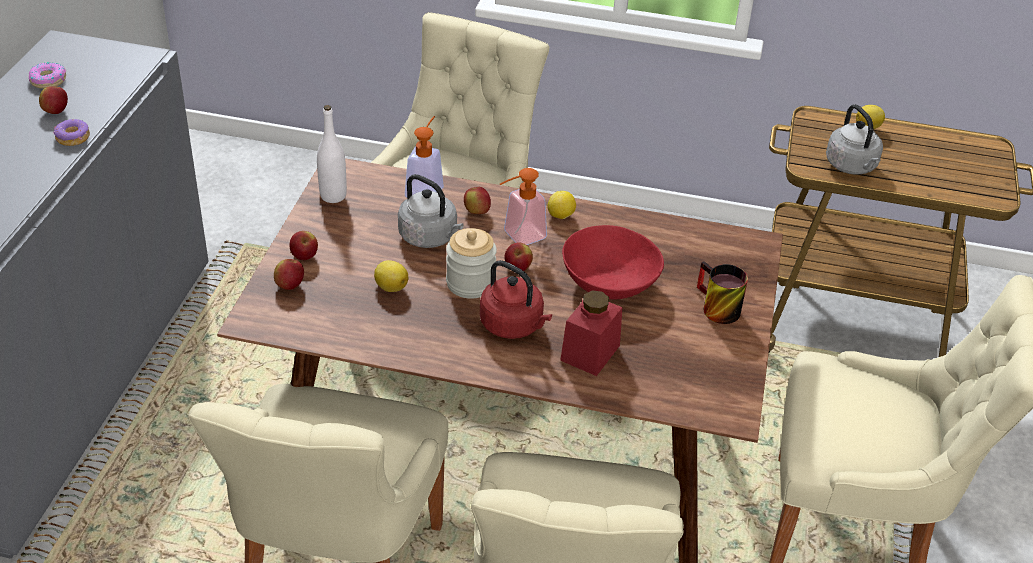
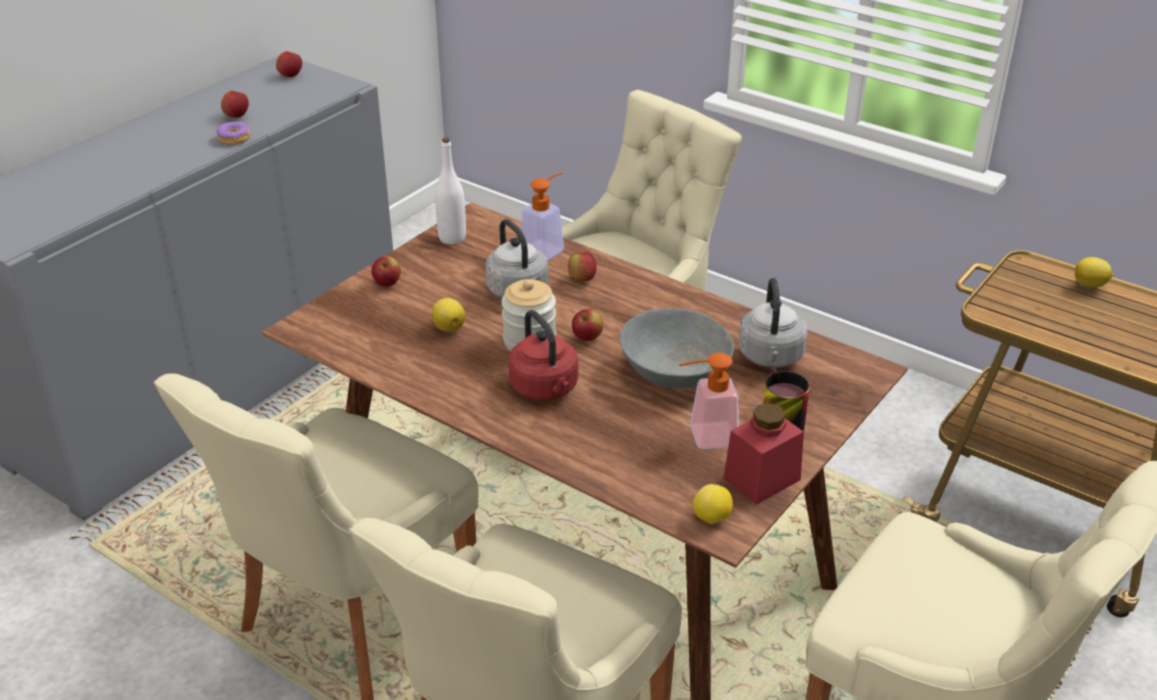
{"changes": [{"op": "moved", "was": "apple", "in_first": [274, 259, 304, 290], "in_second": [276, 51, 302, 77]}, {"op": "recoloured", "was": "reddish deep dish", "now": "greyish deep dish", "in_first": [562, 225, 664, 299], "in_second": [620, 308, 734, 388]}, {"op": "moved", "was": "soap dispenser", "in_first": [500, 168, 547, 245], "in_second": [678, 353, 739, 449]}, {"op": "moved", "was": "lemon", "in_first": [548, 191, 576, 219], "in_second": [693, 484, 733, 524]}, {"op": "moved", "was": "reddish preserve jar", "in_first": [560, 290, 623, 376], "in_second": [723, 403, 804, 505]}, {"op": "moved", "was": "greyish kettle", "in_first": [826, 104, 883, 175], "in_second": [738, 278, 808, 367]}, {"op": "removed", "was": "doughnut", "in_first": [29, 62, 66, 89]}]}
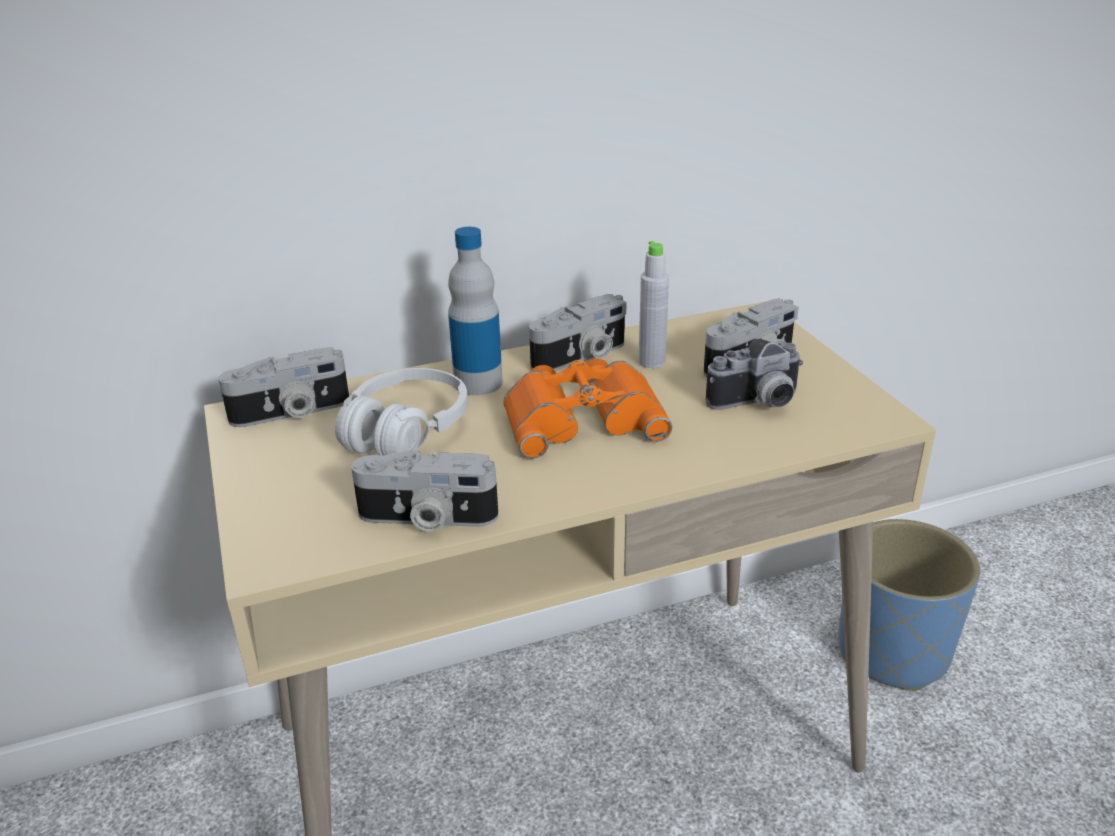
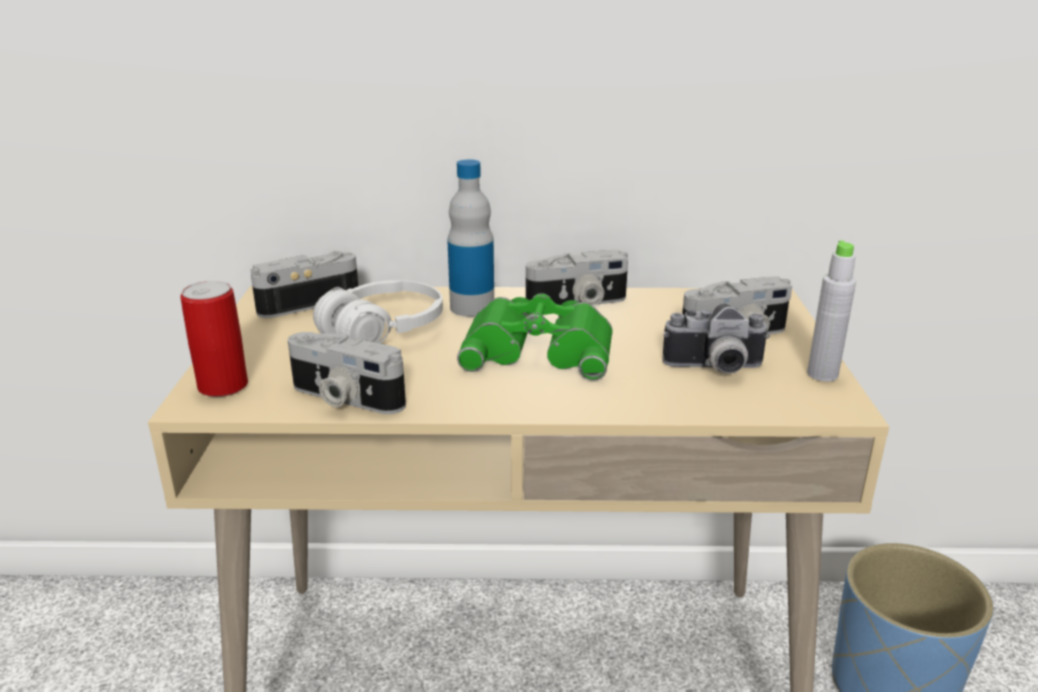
{"changes": [{"op": "added", "now": "can", "in_second": [180, 280, 248, 397]}, {"op": "turned", "was": "photo camera", "in_first": [218, 347, 349, 427], "in_second": [250, 251, 358, 318], "clockwise": 150}, {"op": "recoloured", "was": "orangey binoculars", "now": "greenish binoculars", "in_first": [503, 359, 672, 459], "in_second": [457, 293, 613, 380]}, {"op": "moved", "was": "greyish bottle", "in_first": [639, 241, 669, 368], "in_second": [807, 240, 856, 382]}]}
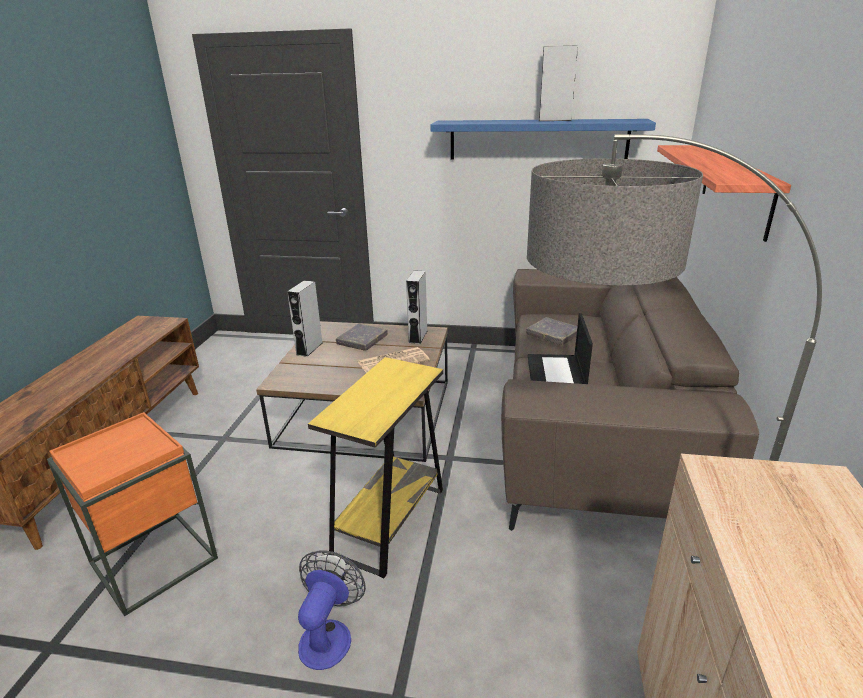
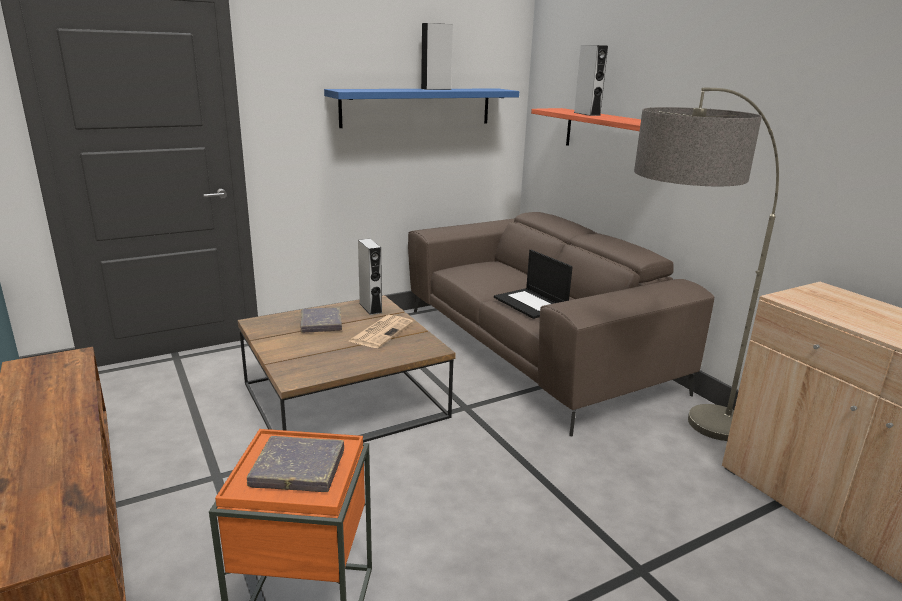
{"changes": [{"op": "moved", "was": "greyish bound book", "in_first": [526, 317, 577, 345], "in_second": [247, 436, 344, 492]}, {"op": "moved", "was": "greyish audio speaker", "in_first": [287, 280, 322, 357], "in_second": [574, 45, 608, 116]}, {"op": "removed", "was": "fan", "in_first": [298, 550, 366, 670]}, {"op": "removed", "was": "yellowish accent table", "in_first": [308, 357, 443, 578]}]}
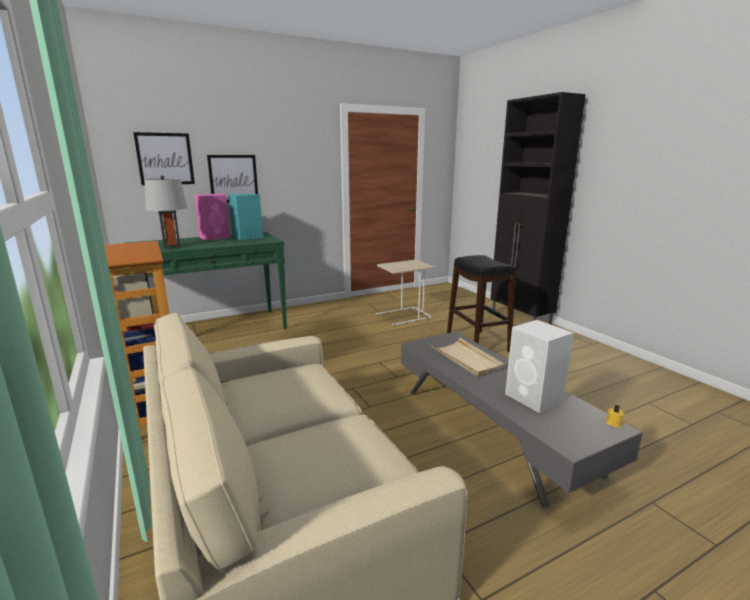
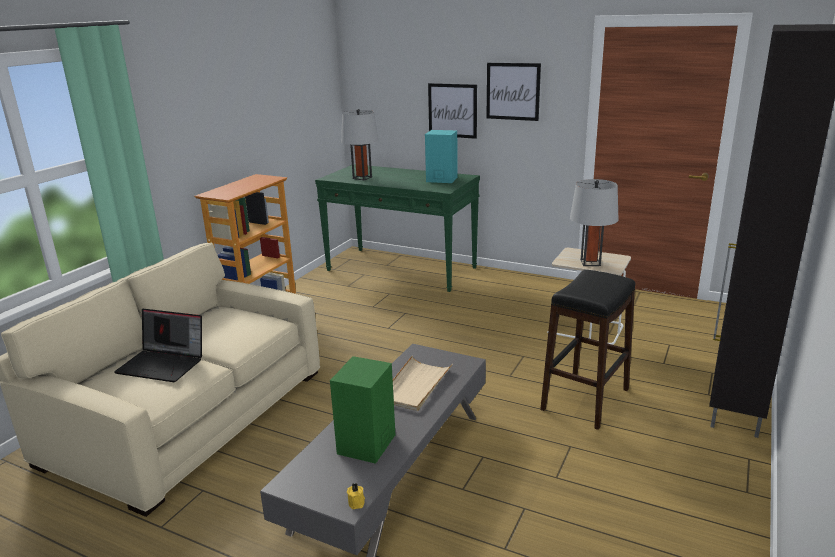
{"changes": [{"op": "added", "now": "notebook computer", "in_second": [114, 309, 202, 382]}, {"op": "recoloured", "was": "white audio speaker", "now": "greenish audio speaker", "in_first": [505, 320, 574, 413], "in_second": [330, 356, 395, 464]}, {"op": "moved", "was": "wall picture", "in_first": [133, 132, 195, 185], "in_second": [486, 63, 541, 121]}, {"op": "added", "now": "greyish table lamp", "in_second": [570, 179, 619, 266]}, {"op": "removed", "was": "pinkish audio speaker", "in_first": [194, 194, 231, 241]}]}
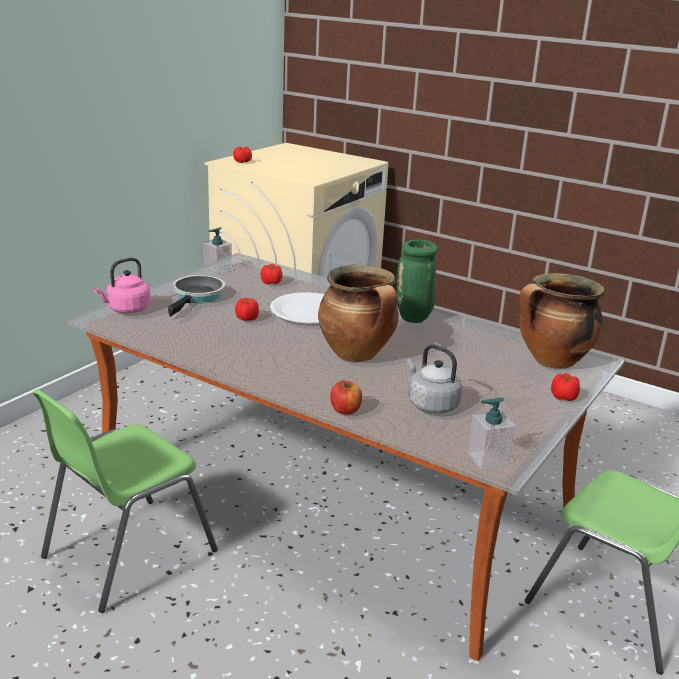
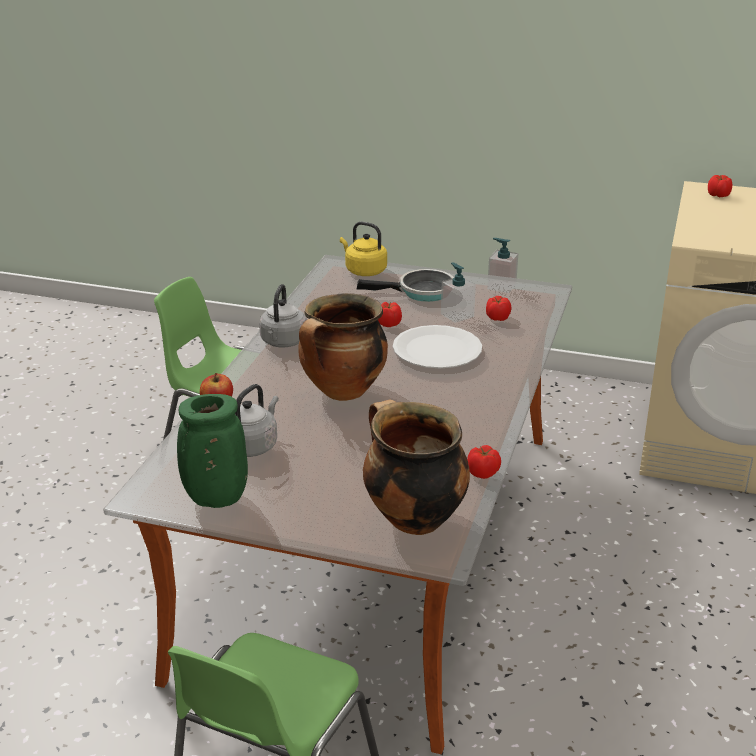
{"changes": [{"op": "moved", "was": "greenish decorative vase", "in_first": [397, 239, 438, 323], "in_second": [177, 394, 248, 508]}, {"op": "added", "now": "greyish kettle", "in_second": [259, 284, 307, 347]}, {"op": "recoloured", "was": "pinkish kettle", "now": "yellowish kettle", "in_first": [94, 257, 151, 313], "in_second": [340, 221, 387, 276]}, {"op": "moved", "was": "soap dispenser", "in_first": [468, 397, 515, 469], "in_second": [441, 262, 476, 323]}, {"op": "moved", "was": "fresh tomato", "in_first": [551, 373, 580, 401], "in_second": [467, 445, 501, 479]}]}
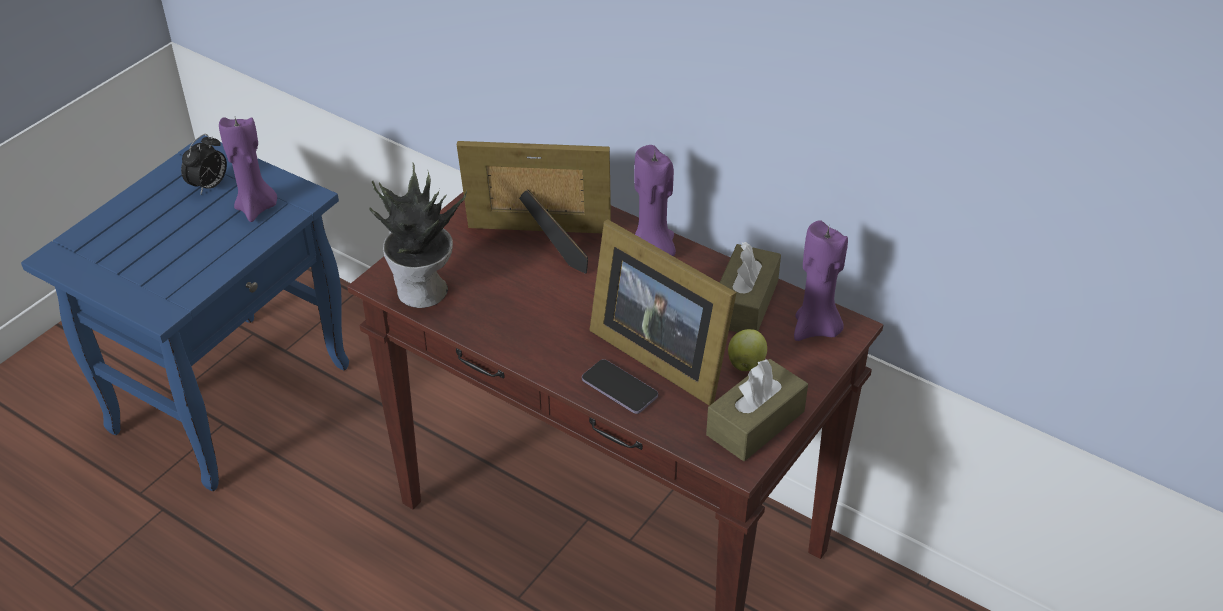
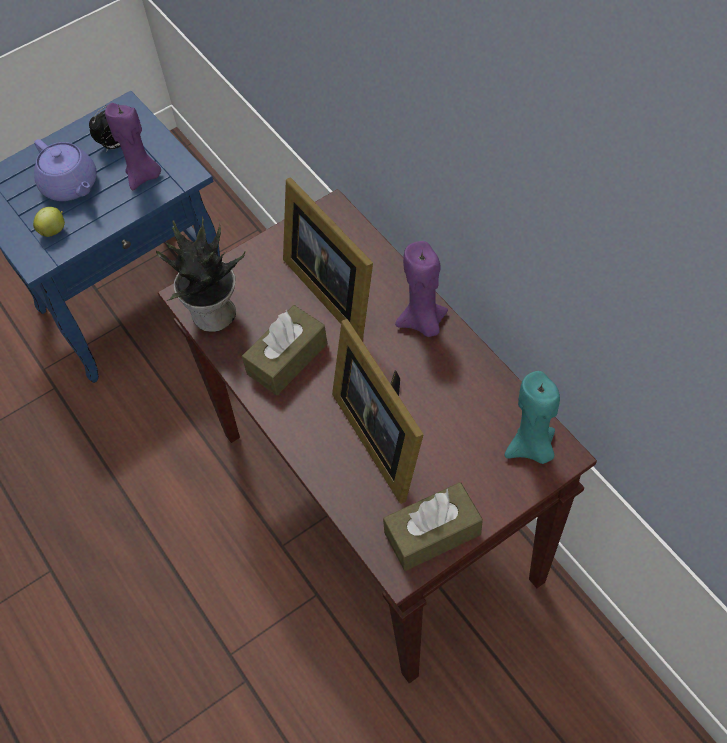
{"changes": [{"op": "moved", "was": "apple", "in_first": [728, 329, 767, 371], "in_second": [33, 207, 65, 237]}, {"op": "added", "now": "purple-coloured tea pot", "in_second": [34, 139, 97, 201]}, {"op": "moved", "was": "brownish box of tissues", "in_first": [720, 242, 781, 332], "in_second": [242, 305, 327, 395]}, {"op": "turned", "was": "picture frame", "in_first": [457, 141, 611, 274], "in_second": [283, 177, 373, 341], "clockwise": -150}, {"op": "recoloured", "was": "purple-coloured wax candle", "now": "turquoise wax candle", "in_first": [794, 220, 848, 341], "in_second": [504, 371, 560, 464]}, {"op": "removed", "was": "phone", "in_first": [582, 359, 658, 414]}]}
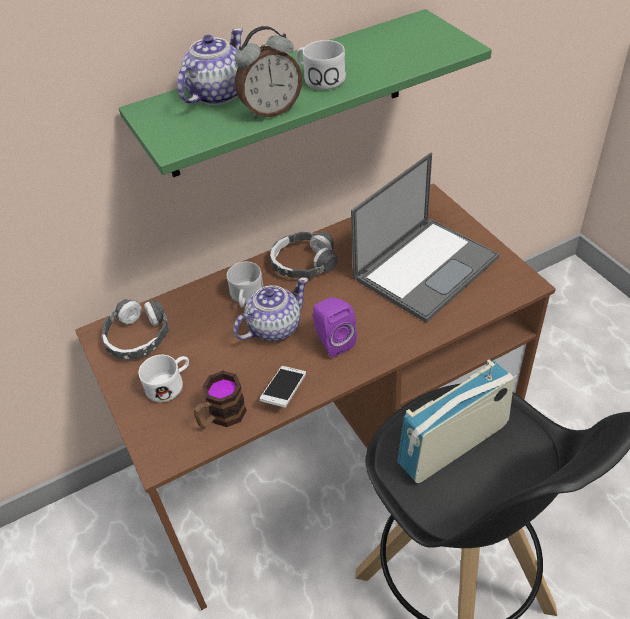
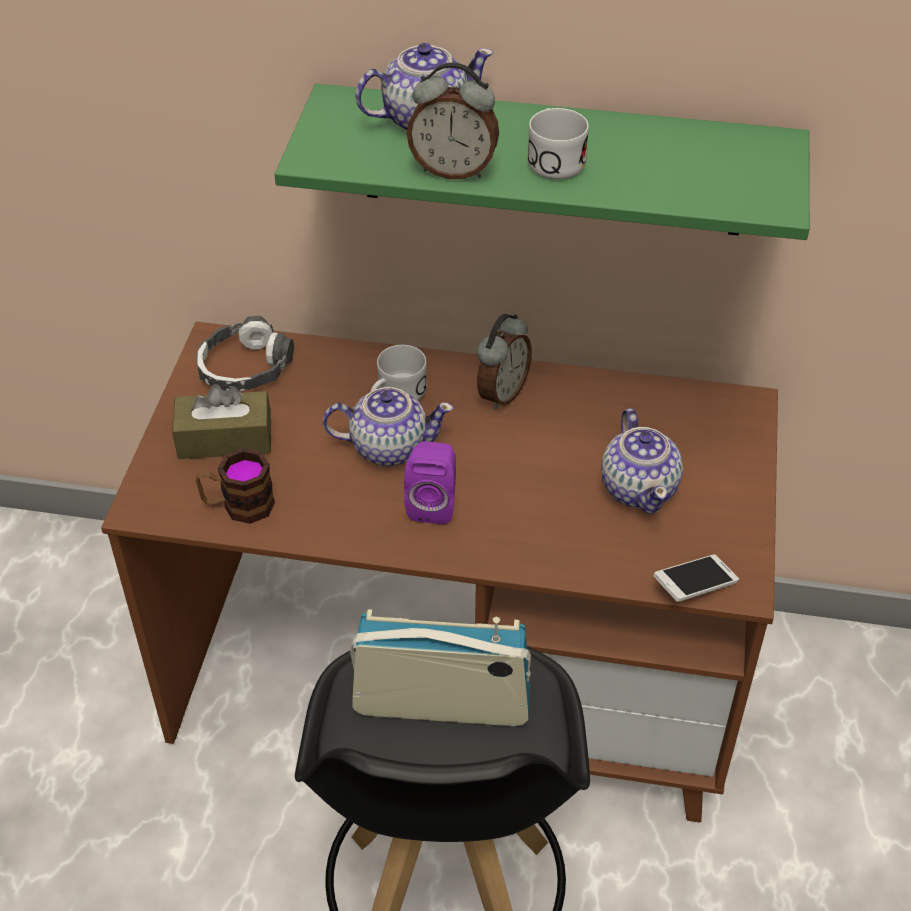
{"changes": [{"op": "replaced", "was": "white mug", "now": "brownish box of tissues", "in_first": [139, 355, 189, 402], "in_second": [172, 384, 271, 459]}, {"op": "replaced", "was": "headphones", "now": "alarm clock", "in_first": [270, 231, 338, 279], "in_second": [477, 314, 532, 410]}, {"op": "replaced", "was": "notebook computer", "now": "tea pot", "in_first": [351, 153, 499, 323], "in_second": [601, 408, 683, 514]}, {"op": "moved", "was": "phone", "in_first": [260, 366, 306, 407], "in_second": [653, 554, 739, 602]}]}
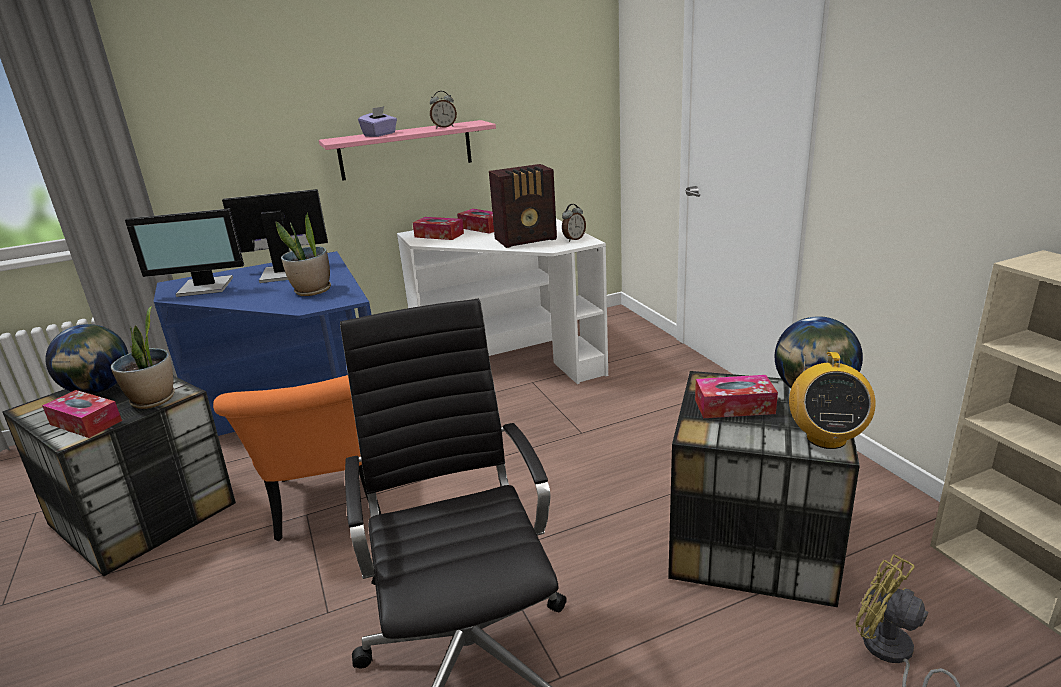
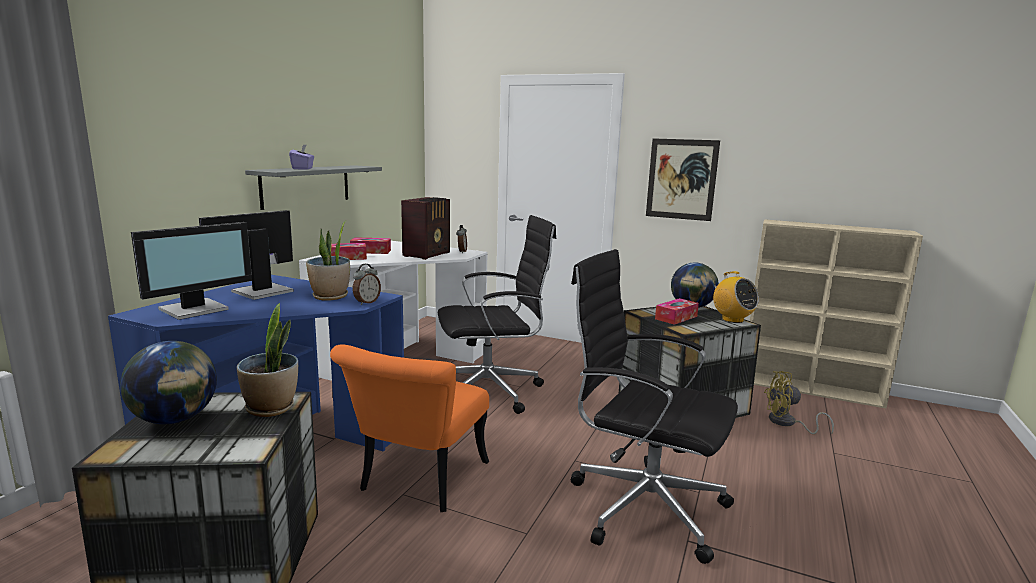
{"changes": [{"op": "recoloured", "was": "pinkish bracket shelf", "now": "greyish bracket shelf", "in_first": [319, 120, 496, 181], "in_second": [245, 165, 382, 210]}, {"op": "turned", "was": "orangey chair", "in_first": [213, 375, 381, 541], "in_second": [330, 344, 489, 512], "clockwise": 75}, {"op": "moved", "was": "alarm clock", "in_first": [430, 91, 457, 128], "in_second": [353, 264, 381, 305]}, {"op": "added", "now": "black computer chair", "in_second": [438, 215, 556, 414]}, {"op": "added", "now": "wall picture", "in_second": [646, 138, 720, 221]}, {"op": "removed", "was": "box of tissues", "in_first": [42, 390, 122, 438]}]}
